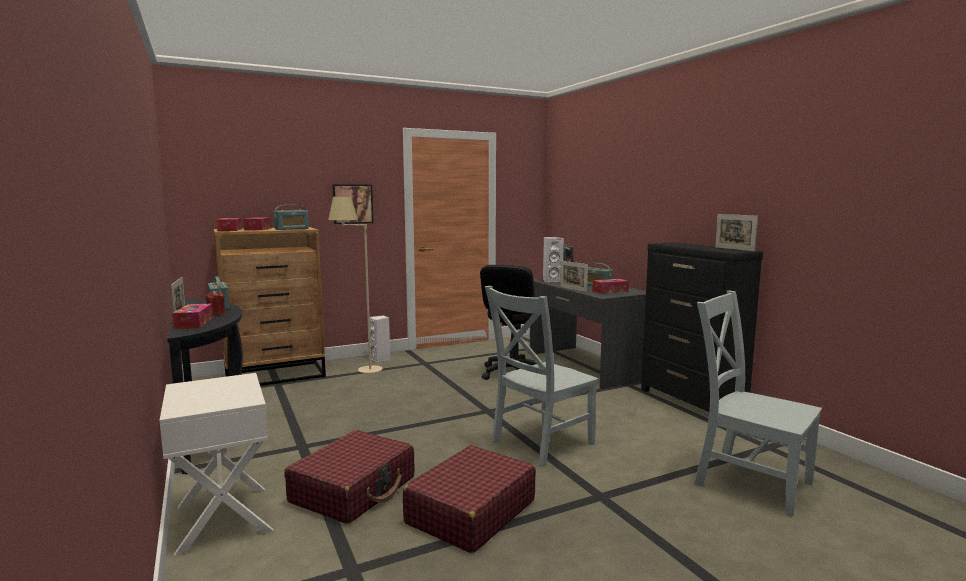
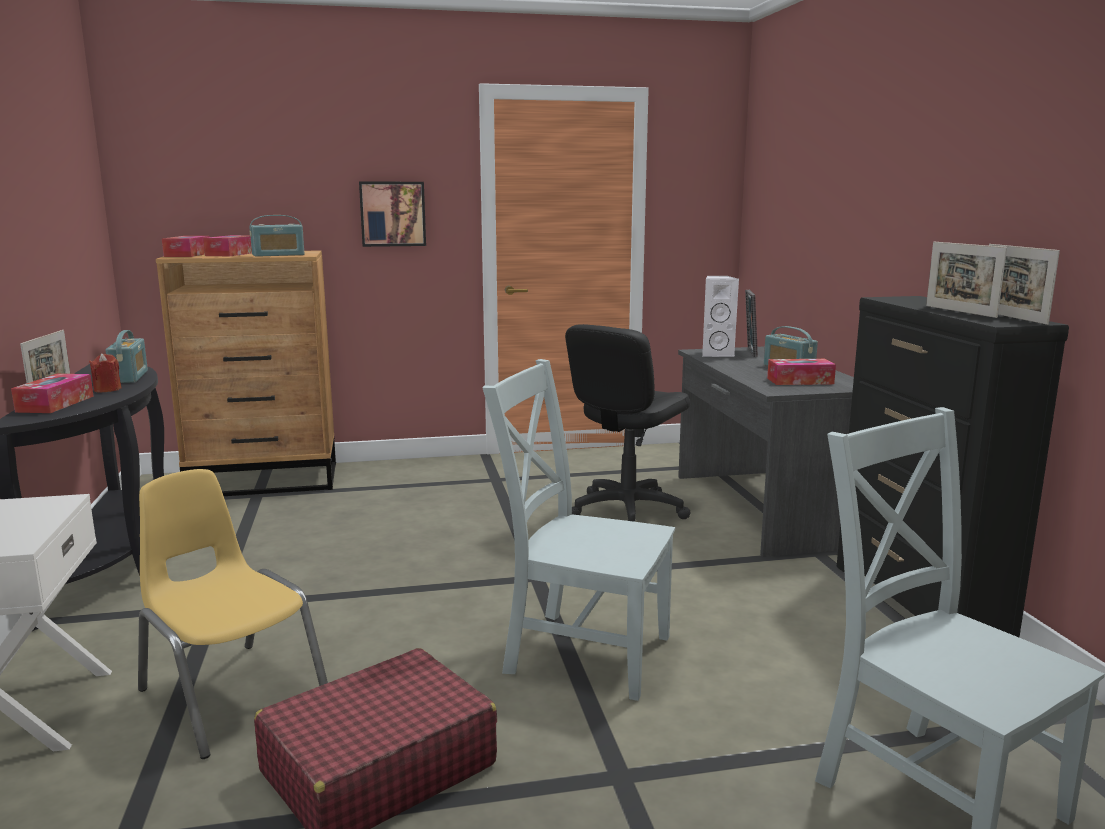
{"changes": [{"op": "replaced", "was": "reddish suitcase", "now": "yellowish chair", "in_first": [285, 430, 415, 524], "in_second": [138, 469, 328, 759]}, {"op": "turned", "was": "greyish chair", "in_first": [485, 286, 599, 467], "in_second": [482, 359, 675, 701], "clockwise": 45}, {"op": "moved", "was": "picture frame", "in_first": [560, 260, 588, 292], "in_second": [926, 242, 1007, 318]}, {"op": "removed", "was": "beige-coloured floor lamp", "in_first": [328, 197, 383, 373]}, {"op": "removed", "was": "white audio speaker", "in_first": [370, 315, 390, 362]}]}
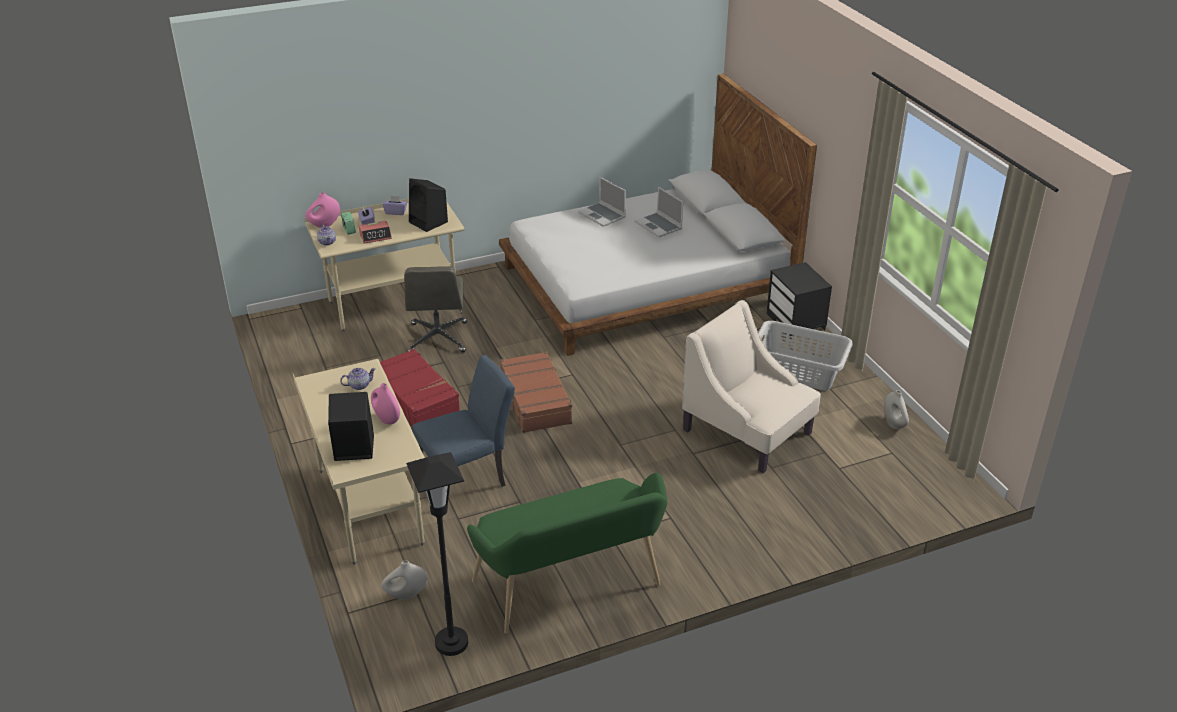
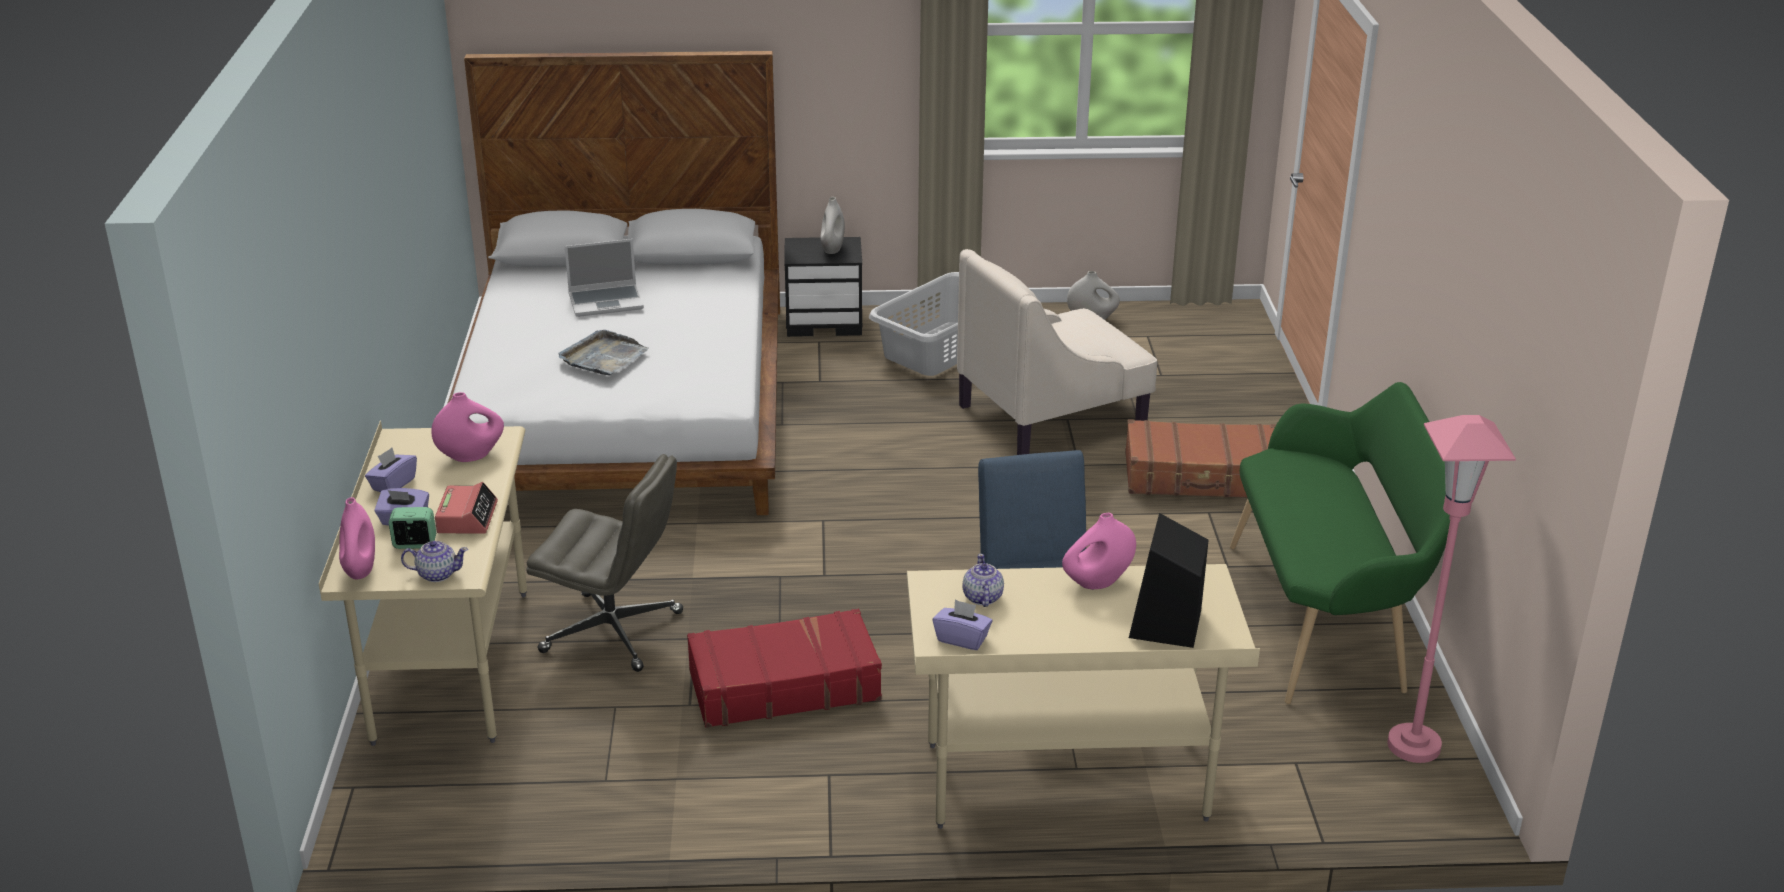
{"changes": [{"op": "replaced", "was": "black audio speaker", "now": "pinkish decorative vase", "in_first": [409, 178, 448, 232], "in_second": [431, 392, 504, 462]}, {"op": "added", "now": "greyish tray", "in_second": [558, 330, 649, 376]}, {"op": "moved", "was": "white decorative vase", "in_first": [381, 560, 428, 600], "in_second": [820, 197, 845, 254]}, {"op": "added", "now": "purple-coloured box of tissues", "in_second": [933, 599, 992, 650]}, {"op": "moved", "was": "brownish suitcase", "in_first": [500, 351, 572, 433], "in_second": [1125, 419, 1276, 497]}, {"op": "recoloured", "was": "black floor lamp", "now": "pinkish floor lamp", "in_first": [406, 452, 468, 656], "in_second": [1387, 415, 1516, 763]}, {"op": "removed", "was": "notebook computer", "in_first": [578, 177, 626, 227]}]}
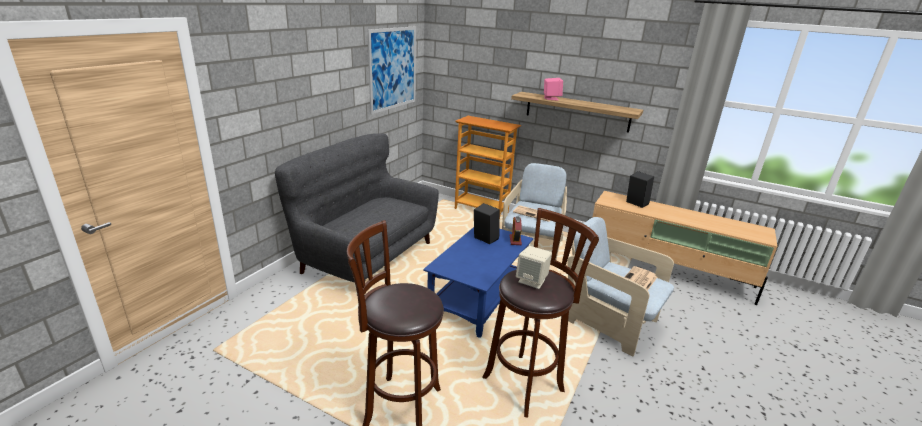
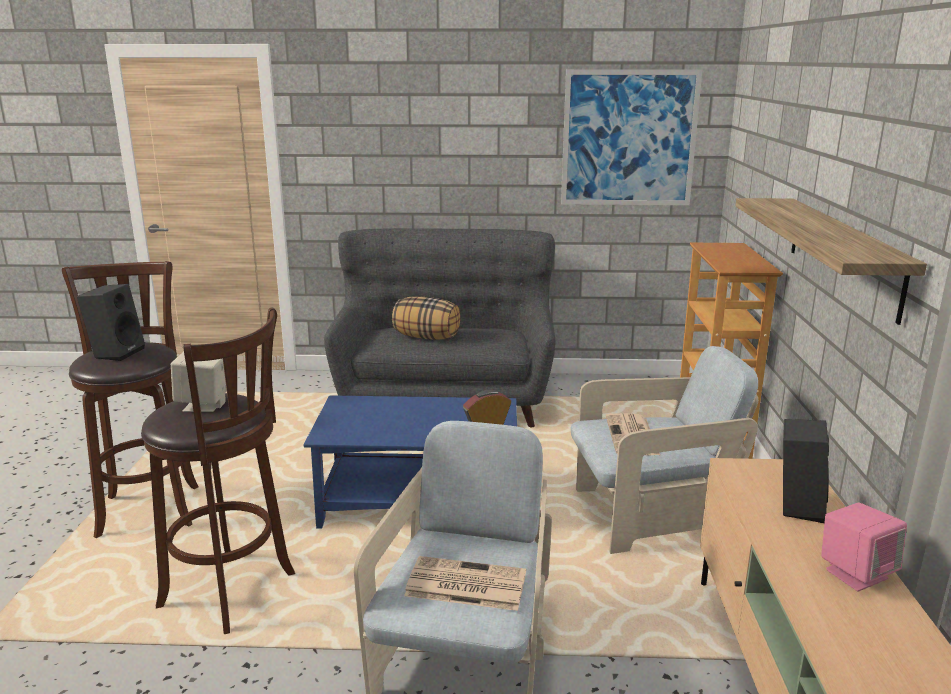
{"changes": [{"op": "moved", "was": "black audio speaker", "in_first": [474, 203, 500, 244], "in_second": [77, 284, 145, 361]}, {"op": "added", "now": "cushion", "in_second": [392, 296, 460, 340]}, {"op": "moved", "was": "pinkish audio speaker", "in_first": [544, 78, 563, 101], "in_second": [821, 503, 907, 591]}]}
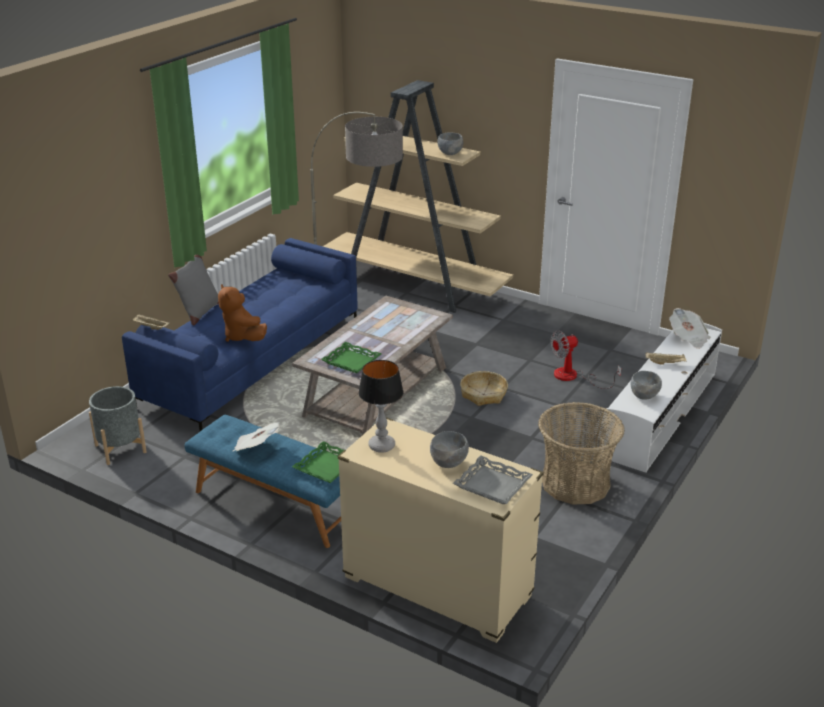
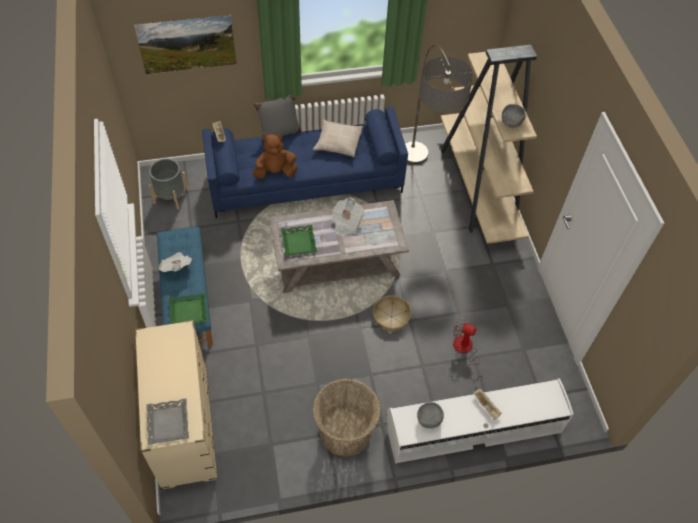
{"changes": [{"op": "added", "now": "wall picture", "in_second": [134, 15, 237, 74]}, {"op": "turned", "was": "brownish cuddly toy", "in_first": [218, 284, 267, 342], "in_second": [252, 134, 298, 179], "clockwise": 60}, {"op": "added", "now": "beige-coloured cushion", "in_second": [313, 119, 363, 157]}, {"op": "moved", "was": "newspaper", "in_first": [669, 308, 711, 349], "in_second": [332, 198, 364, 235]}, {"op": "removed", "was": "table lamp", "in_first": [358, 360, 403, 453]}, {"op": "removed", "was": "greyish deep dish", "in_first": [430, 431, 469, 468]}]}
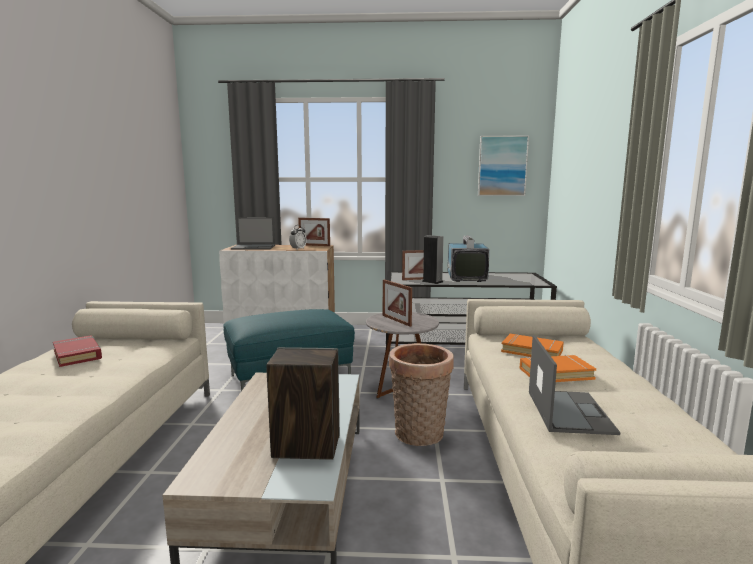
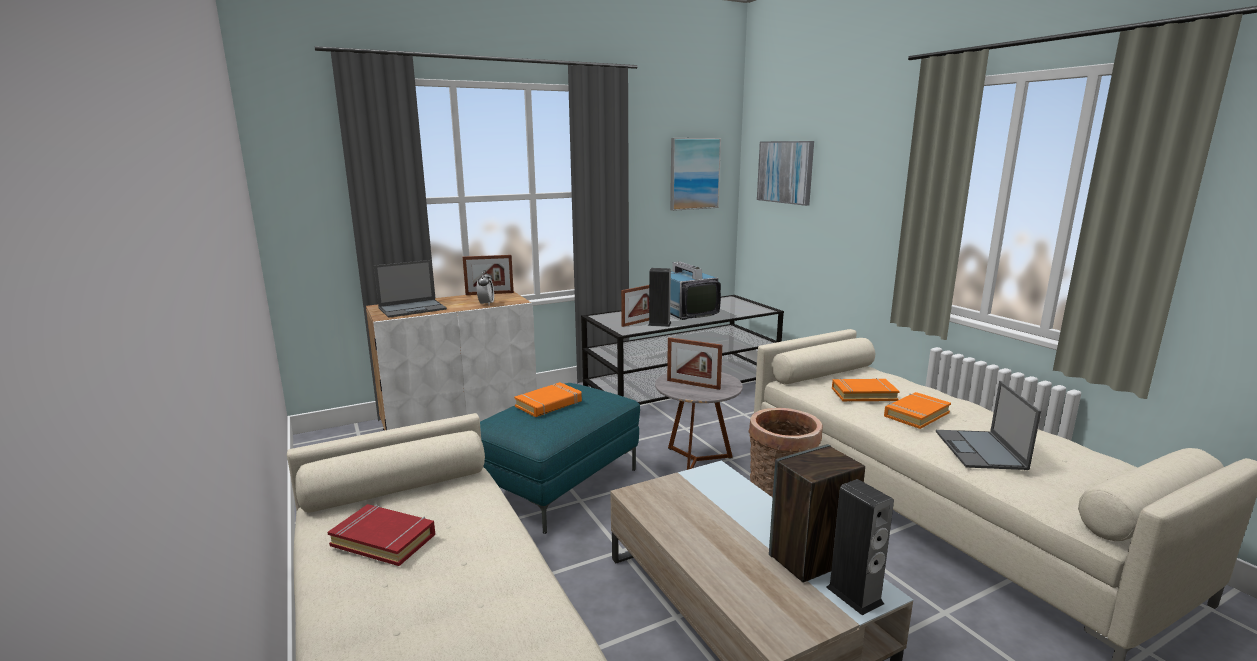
{"changes": [{"op": "added", "now": "orangey bound book", "in_second": [514, 382, 582, 417]}, {"op": "added", "now": "wall picture", "in_second": [757, 141, 814, 206]}, {"op": "added", "now": "audio speaker", "in_second": [826, 479, 894, 615]}, {"op": "turned", "was": "notebook computer", "in_first": [529, 335, 621, 435], "in_second": [936, 381, 1041, 470], "clockwise": -150}]}
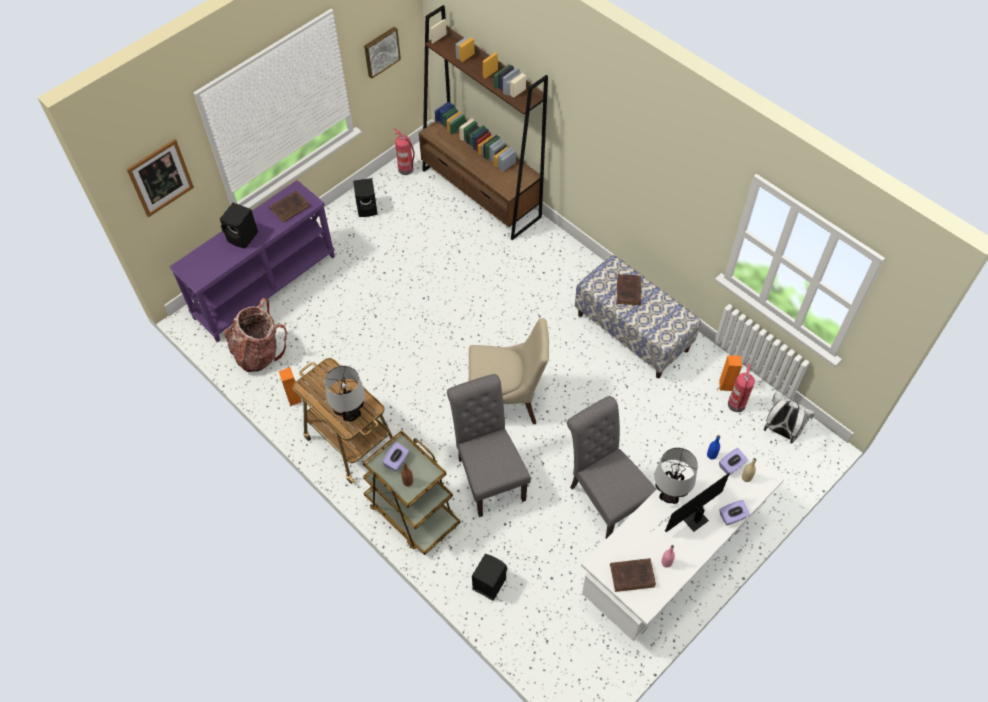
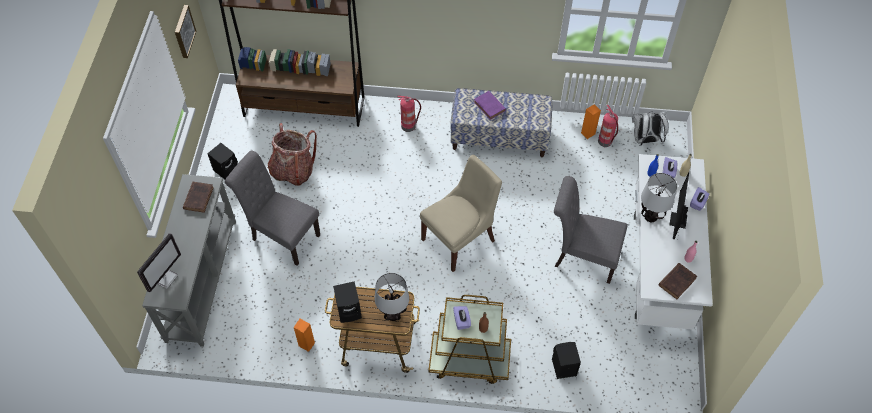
{"changes": [{"op": "added", "now": "computer display", "in_second": [137, 233, 181, 292]}, {"op": "recoloured", "was": "purple-coloured narrow table", "now": "greyish narrow table", "in_first": [169, 180, 335, 342], "in_second": [142, 174, 236, 347]}, {"op": "moved", "was": "greyish chair", "in_first": [447, 374, 531, 517], "in_second": [225, 151, 320, 266]}, {"op": "moved", "was": "knapsack", "in_first": [225, 298, 287, 372], "in_second": [268, 123, 317, 186]}, {"op": "moved", "was": "black audio speaker", "in_first": [220, 203, 258, 249], "in_second": [333, 281, 362, 323]}, {"op": "moved", "was": "fire extinguisher", "in_first": [393, 128, 415, 175], "in_second": [398, 96, 421, 132]}, {"op": "recoloured", "was": "brownish bound book", "now": "purple-coloured bound book", "in_first": [617, 274, 641, 305], "in_second": [474, 91, 506, 120]}, {"op": "removed", "was": "wall picture", "in_first": [126, 139, 194, 217]}]}
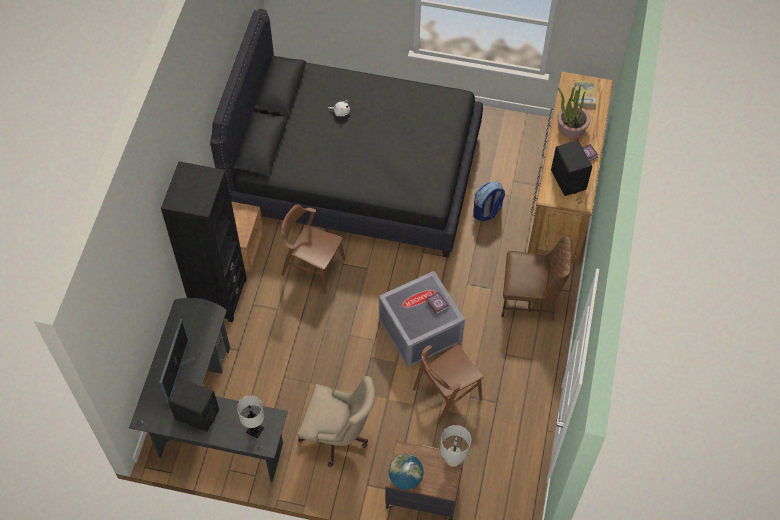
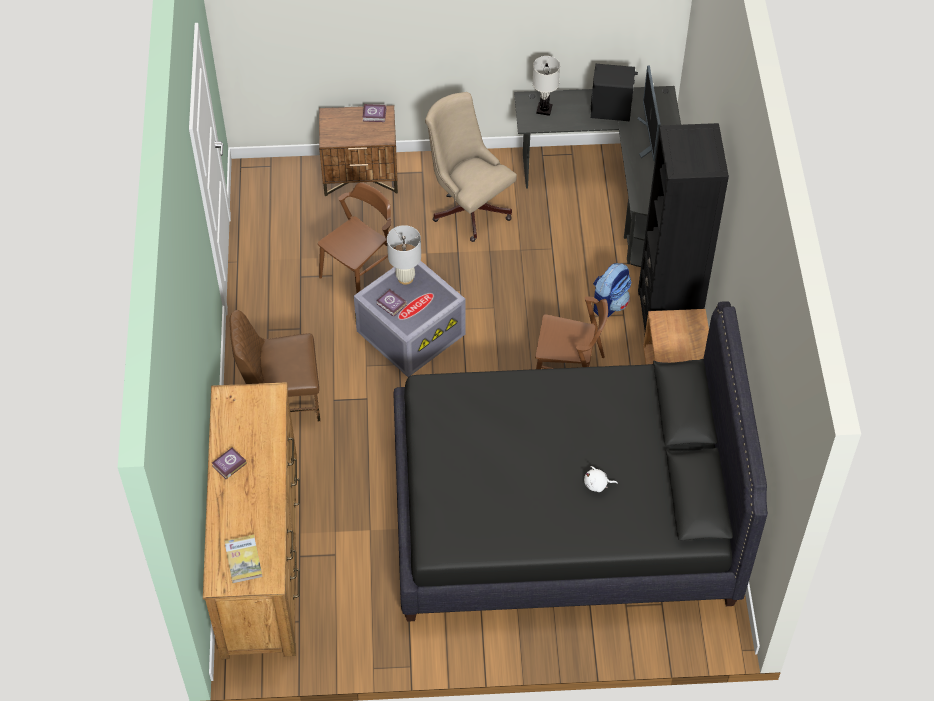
{"changes": [{"op": "replaced", "was": "world globe", "now": "bound book", "in_first": [389, 454, 424, 490], "in_second": [362, 104, 386, 122]}, {"op": "moved", "was": "white table lamp", "in_first": [440, 425, 471, 467], "in_second": [387, 225, 421, 285]}, {"op": "turned", "was": "beige-coloured computer chair", "in_first": [297, 376, 375, 467], "in_second": [425, 92, 517, 242], "clockwise": 45}, {"op": "moved", "was": "knapsack", "in_first": [473, 181, 505, 222], "in_second": [593, 263, 631, 317]}, {"op": "removed", "was": "black audio speaker", "in_first": [551, 140, 592, 196]}, {"op": "removed", "was": "potted plant", "in_first": [558, 85, 590, 138]}]}
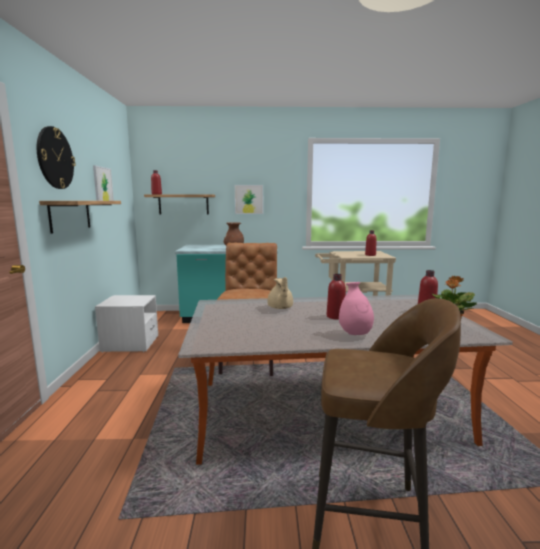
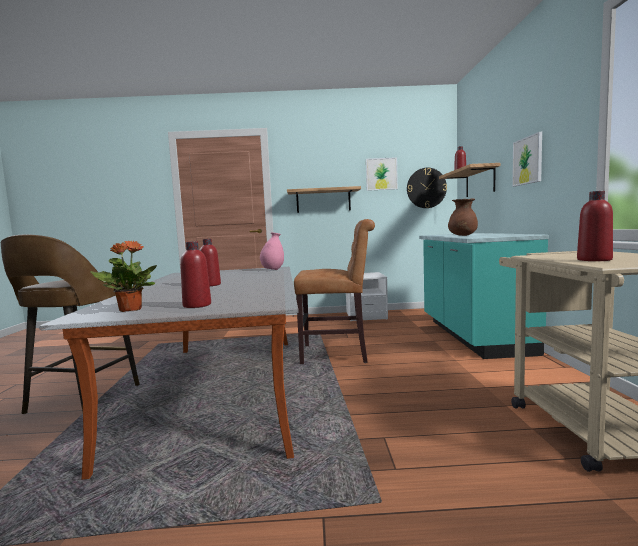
{"changes": [{"op": "moved", "was": "pinkish decorative vase", "in_first": [339, 282, 374, 335], "in_second": [260, 232, 284, 270]}, {"op": "moved", "was": "wall clock", "in_first": [37, 126, 76, 189], "in_second": [407, 168, 447, 208]}, {"op": "removed", "was": "beige-coloured tea pot", "in_first": [267, 277, 293, 309]}]}
